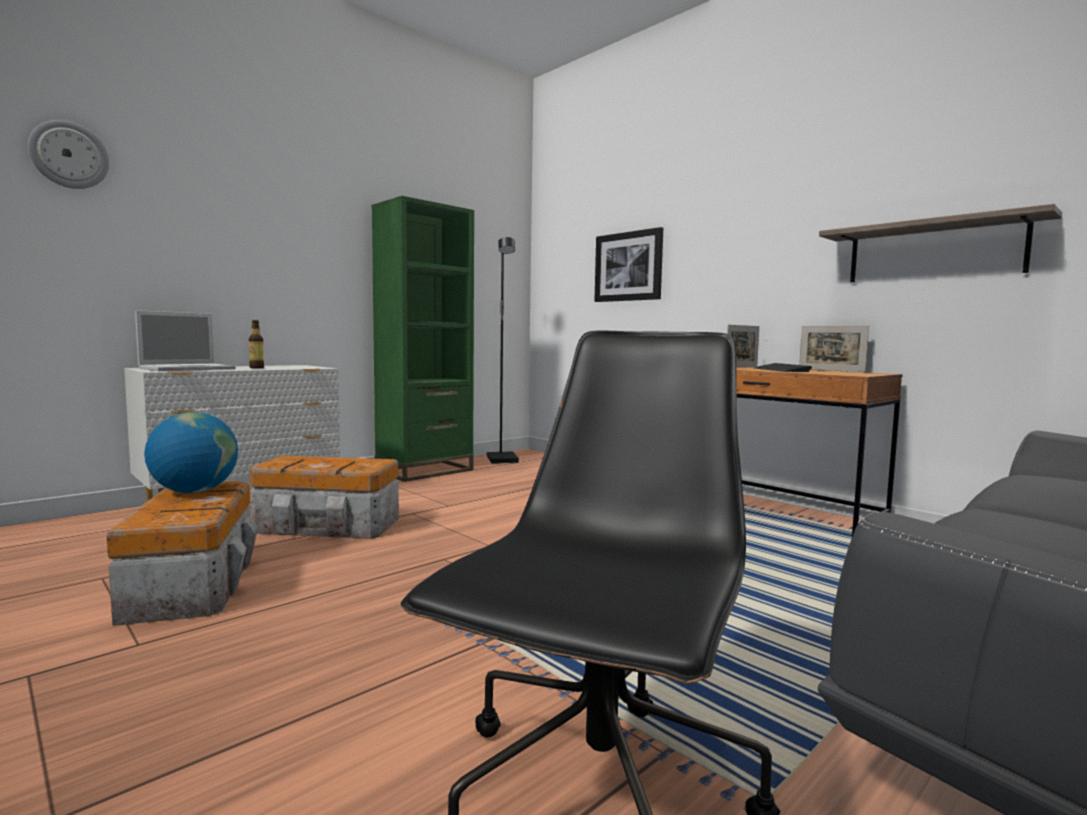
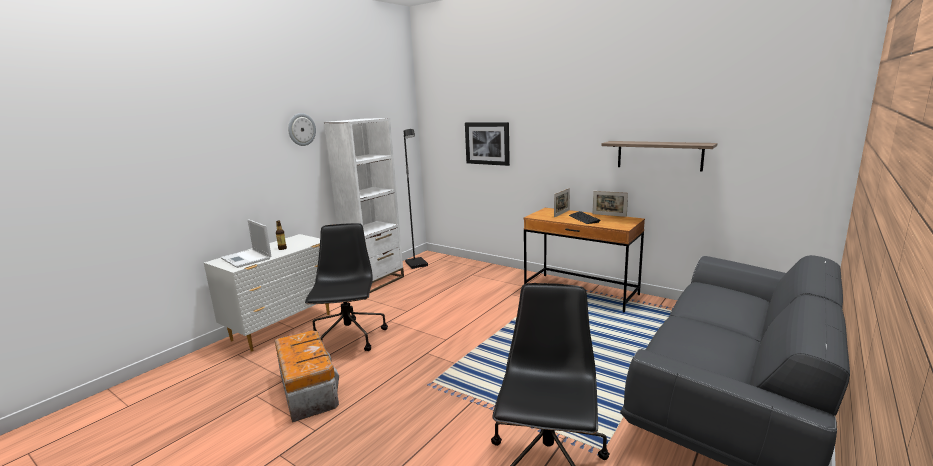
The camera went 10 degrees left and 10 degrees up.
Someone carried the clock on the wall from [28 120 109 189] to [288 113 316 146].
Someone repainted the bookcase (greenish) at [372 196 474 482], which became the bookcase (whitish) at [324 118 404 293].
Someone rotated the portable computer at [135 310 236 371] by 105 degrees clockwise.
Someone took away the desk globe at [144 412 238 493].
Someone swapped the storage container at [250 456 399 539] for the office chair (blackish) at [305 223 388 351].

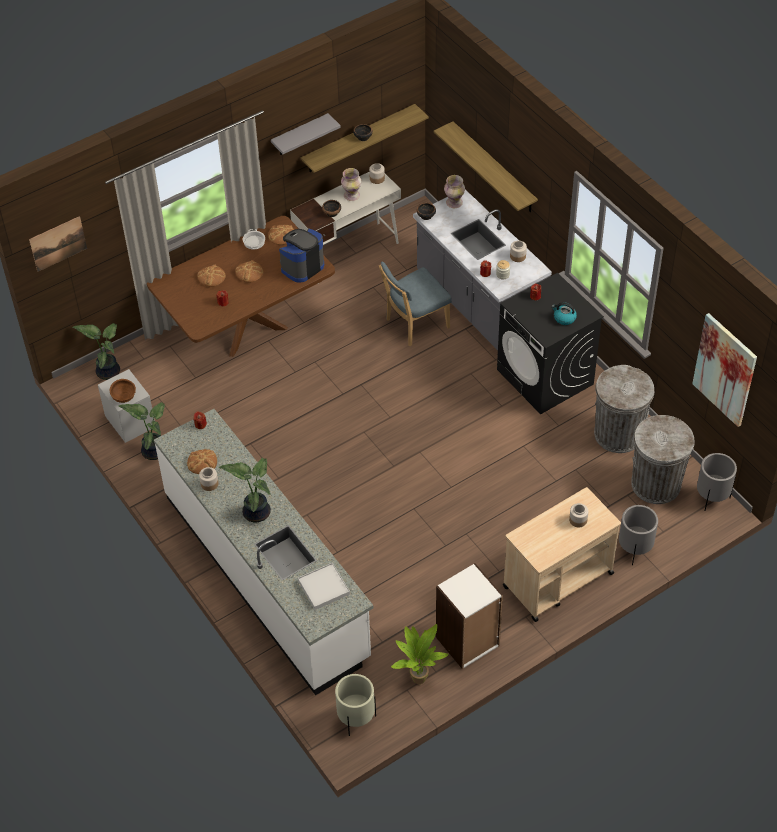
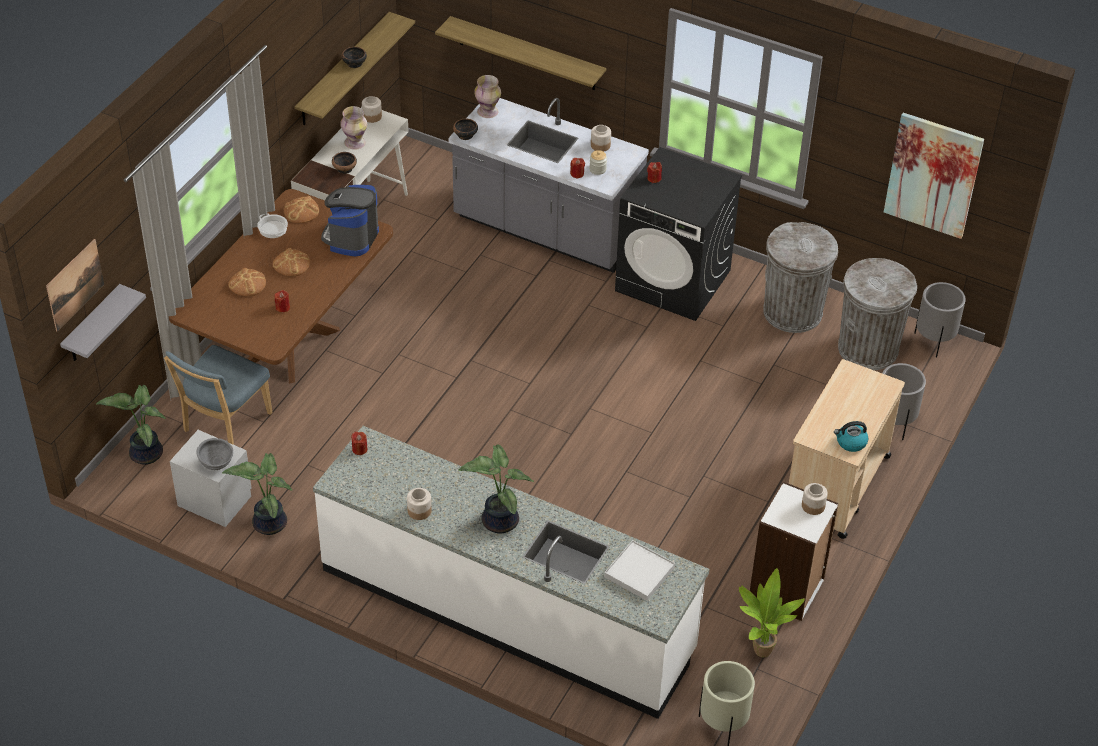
The camera went 30 degrees left and 5 degrees down.
Someone carried the shelf (gray) from [271 113 341 155] to [60 284 146 361].
Someone carried the upright chair (blue-coloured) from [379 262 452 346] to [164 345 272 445].
Someone carried the tea kettle from [551 302 577 325] to [834 421 868 452].
Someone repainted the bowl (brownish) at [109 379 136 403], which became the bowl (gray) at [197 438 233 470].
Someone took away the baked bread at [187 449 217 474].
Someone carried the storage jar from [569 503 588 527] to [802 483 828 515].

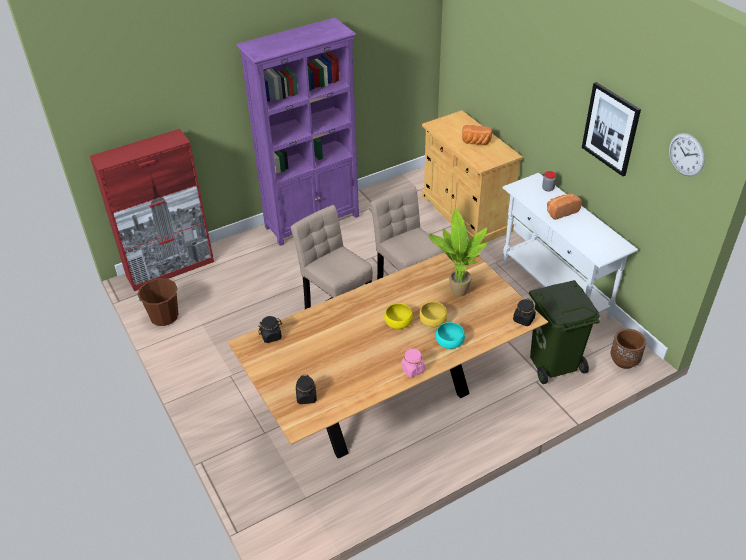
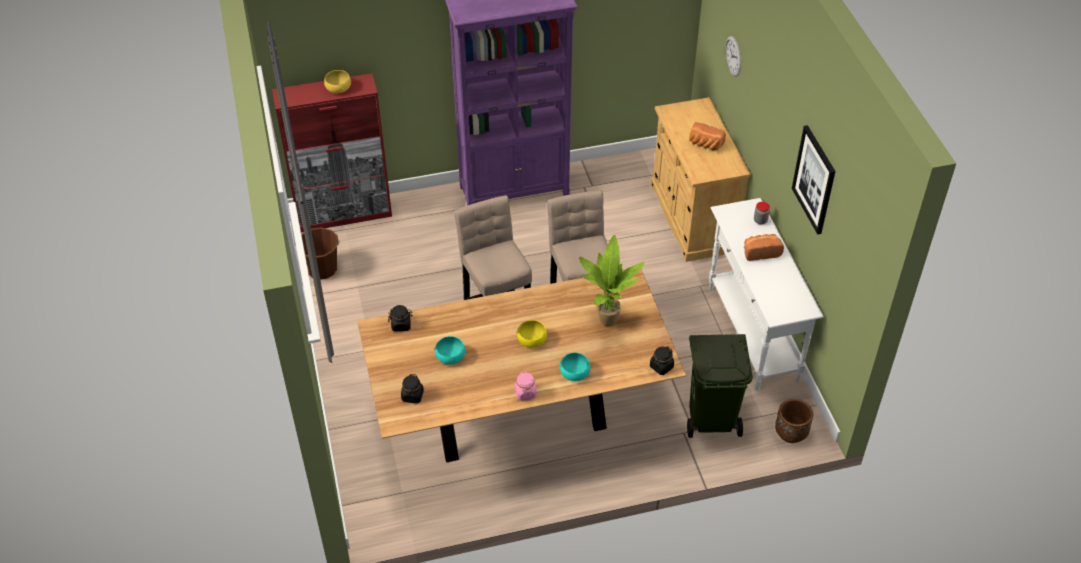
The camera went 15 degrees right and 5 degrees up.
Someone carried the clock on the wall from [669 133 705 176] to [725 36 741 77].
Someone carried the bowl (yellowish) from [419 302 448 327] to [324 70 351 93].
Someone put down the bowl (blue-green) at [435 336 465 364].

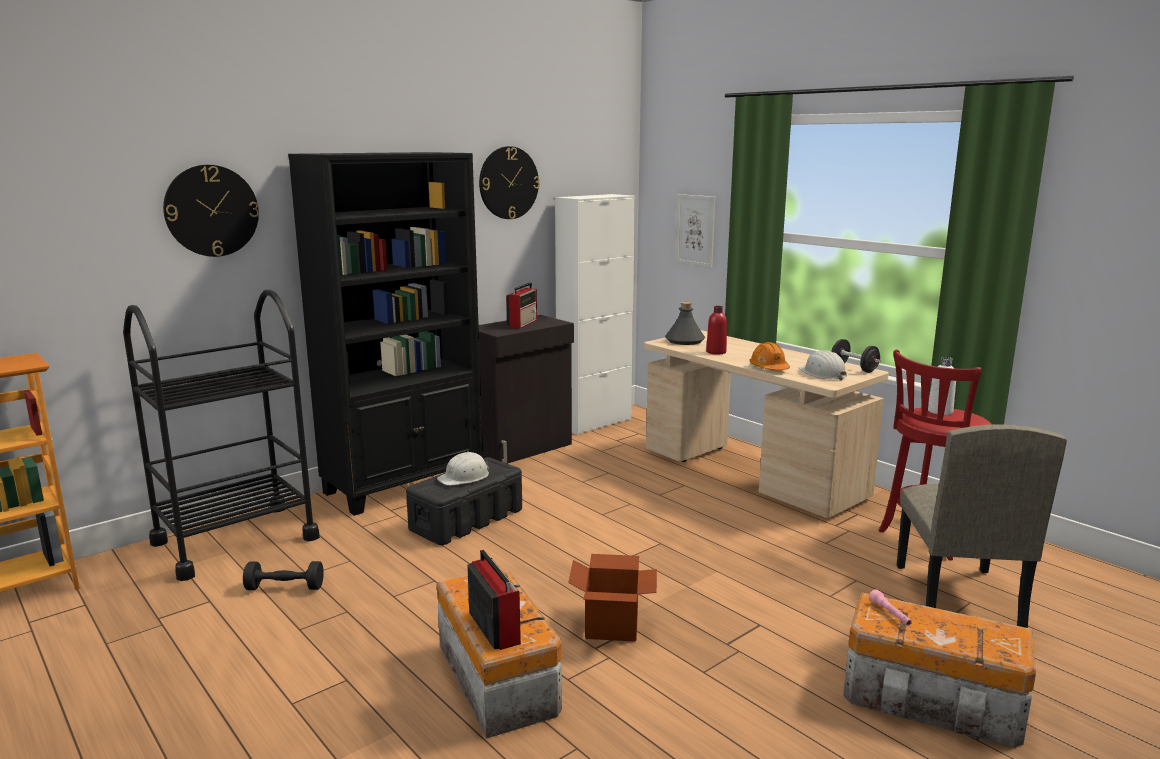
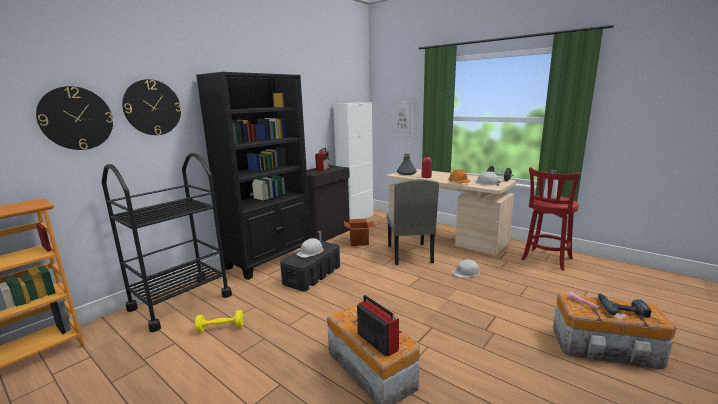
The camera went 10 degrees left and 0 degrees up.
Someone carried the clock on the wall from [479 146 540 219] to [36 86 113 150].
Someone carried the upright chair (beige) from [897 424 1067 628] to [387 179 439 265].
Someone carried the packing box from [568 554 657 642] to [344 219 375 246].
Someone repainted the free weight (blackish) at [243 561 324 590], which became the free weight (yellowish) at [195 310 243 333].
Someone put down the hard hat (whitish) at [452 259 480 277].
Someone put down the electric drill at [598 293 652 318].

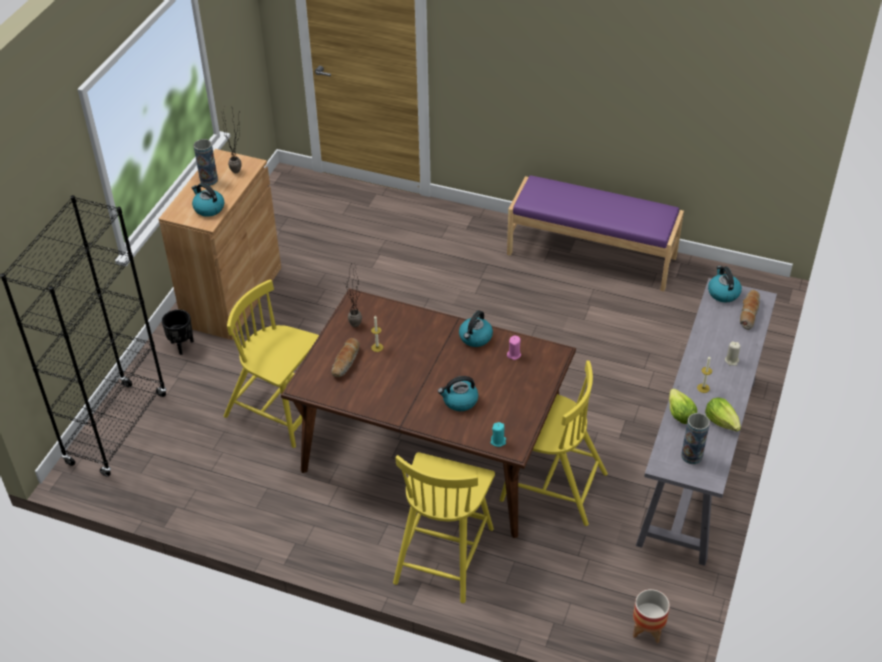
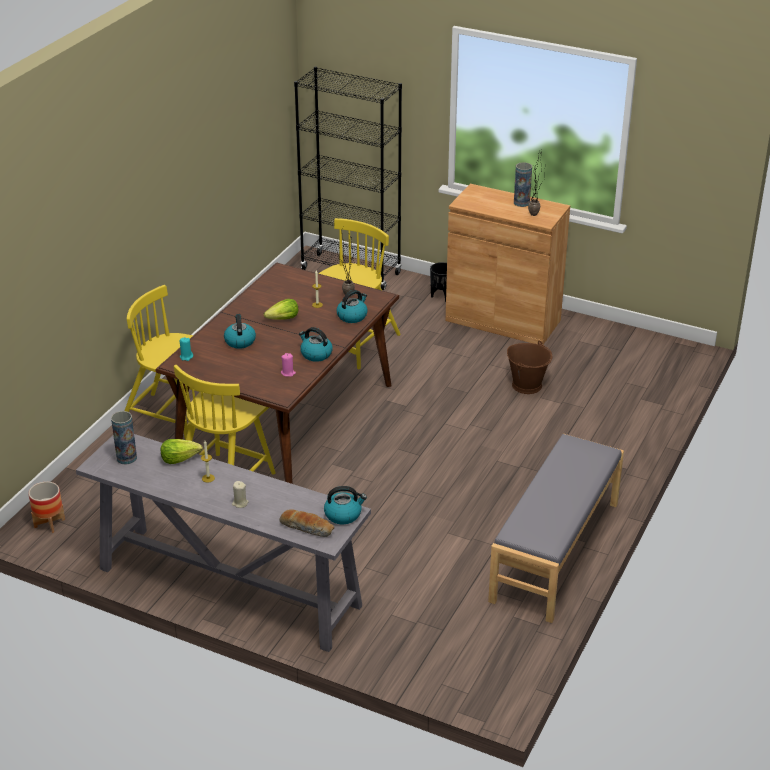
The camera went 95 degrees right and 10 degrees down.
Someone repainted the indoor bench (purple-coloured) at [507 175 684 291], which became the indoor bench (gray) at [488 434 624 623].
Someone carried the tea kettle from [192 183 224 217] to [336 290 368 323].
Someone took away the baked bread at [332 338 360 377].
Someone carried the head of lettuce from [705 398 741 432] to [264 299 298 320].
Someone put down the water bucket (brownish) at [507 341 552 394].

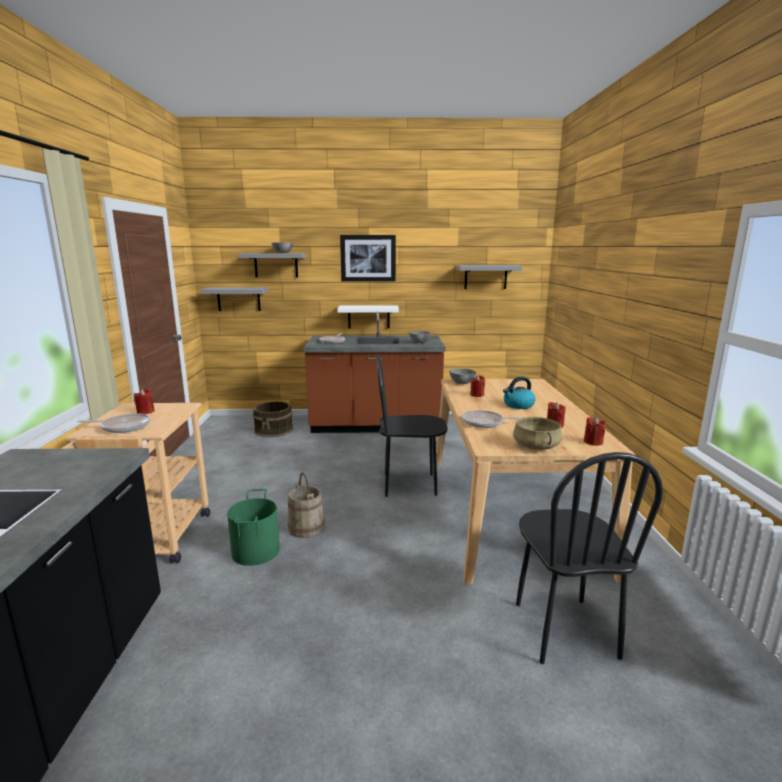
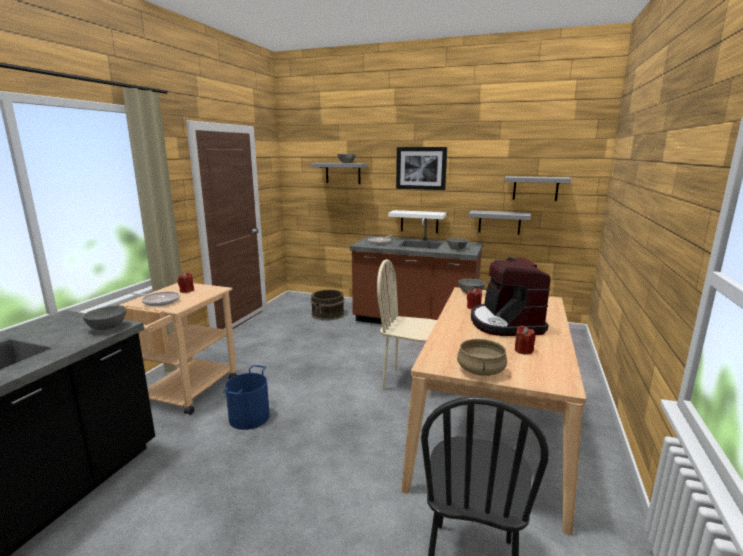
The camera went 20 degrees right and 0 degrees up.
Someone carried the shelf (gray) from [200 288 268 311] to [469 210 531 235].
Someone repainted the upright chair (blackish) at [377 355 448 497], which became the upright chair (beige) at [377 259 437 398].
Someone swapped the tea kettle at [503 377 536 409] for the coffee maker at [471 257 551 336].
Someone took away the skillet at [462 410 521 428].
Someone took away the wax candle (red) at [584 417 606 446].
Someone took away the water bucket (beige) at [288 472 325 538].
Someone repainted the water bucket (greenish) at [227 489 280 566], which became the water bucket (blue-coloured) at [223 365 270 430].
Someone put down the bowl (gray) at [82 306 126 330].

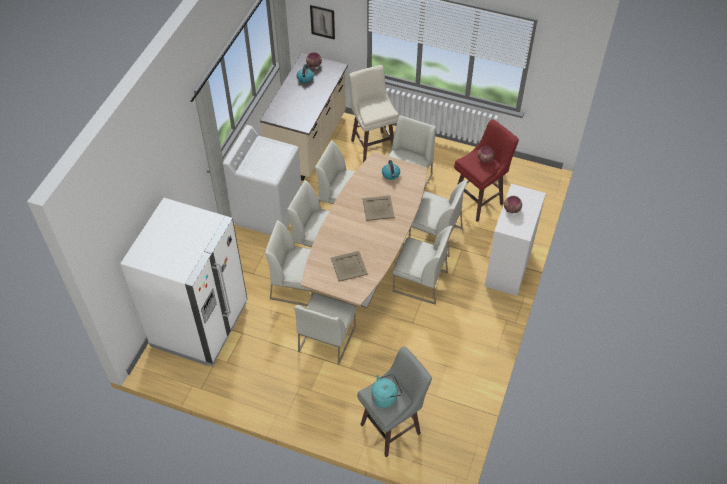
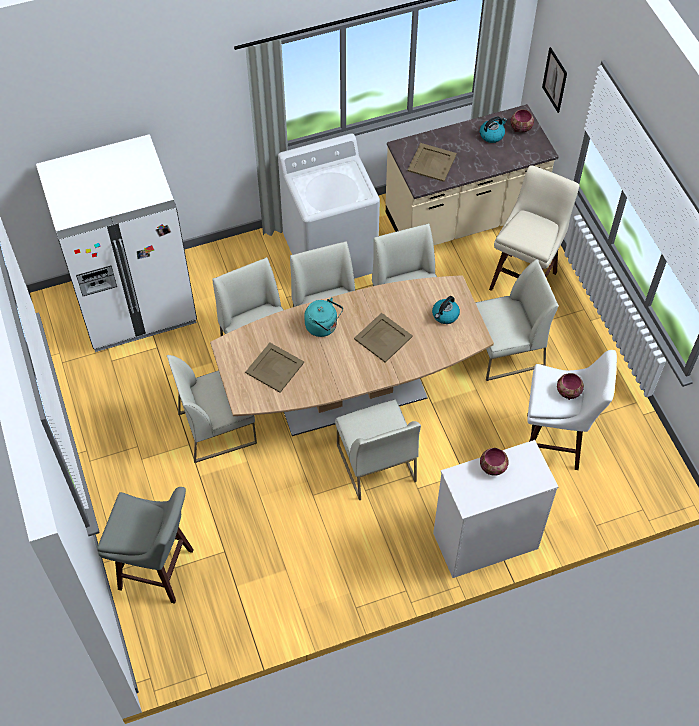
The camera went 50 degrees right and 5 degrees up.
Someone repainted the stool seat (red) at [454 119 519 222], which became the stool seat (whitish) at [527 350 617 470].
Someone took away the upright chair (whitish) at [409 180 468 257].
Someone carried the tea kettle (blue-green) from [371 374 402 408] to [304 297 343 337].
Someone put down the tray (beige) at [408 143 457 182].

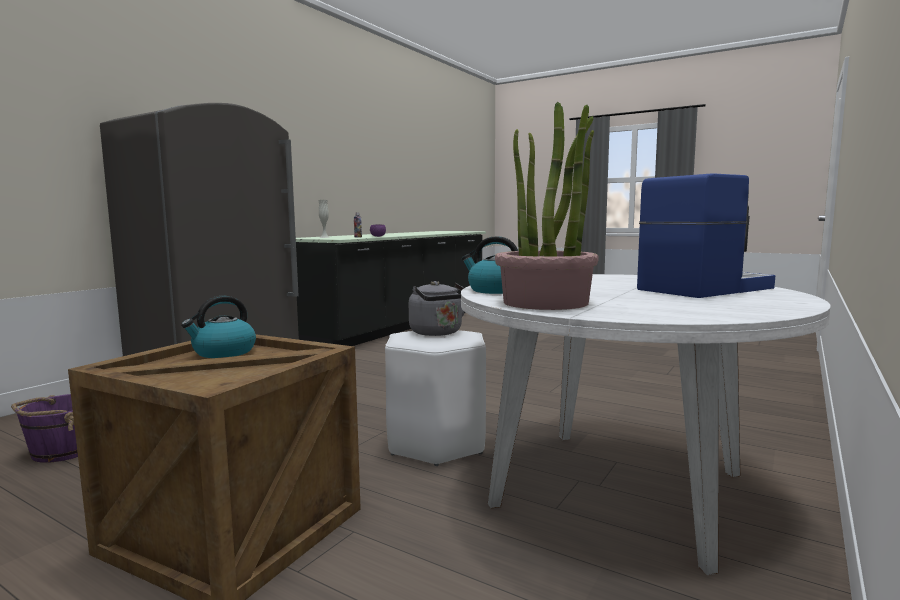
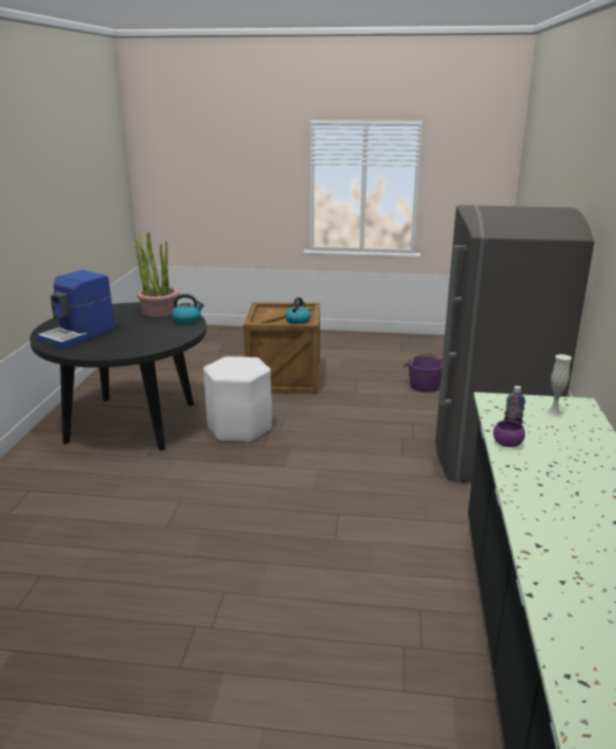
The camera went 155 degrees right and 15 degrees up.
Someone repainted the kitchen table (whitish) at [461 274 831 575], which became the kitchen table (blackish) at [30 302 206 451].
Someone took away the tea kettle (gray) at [409 281 465 336].

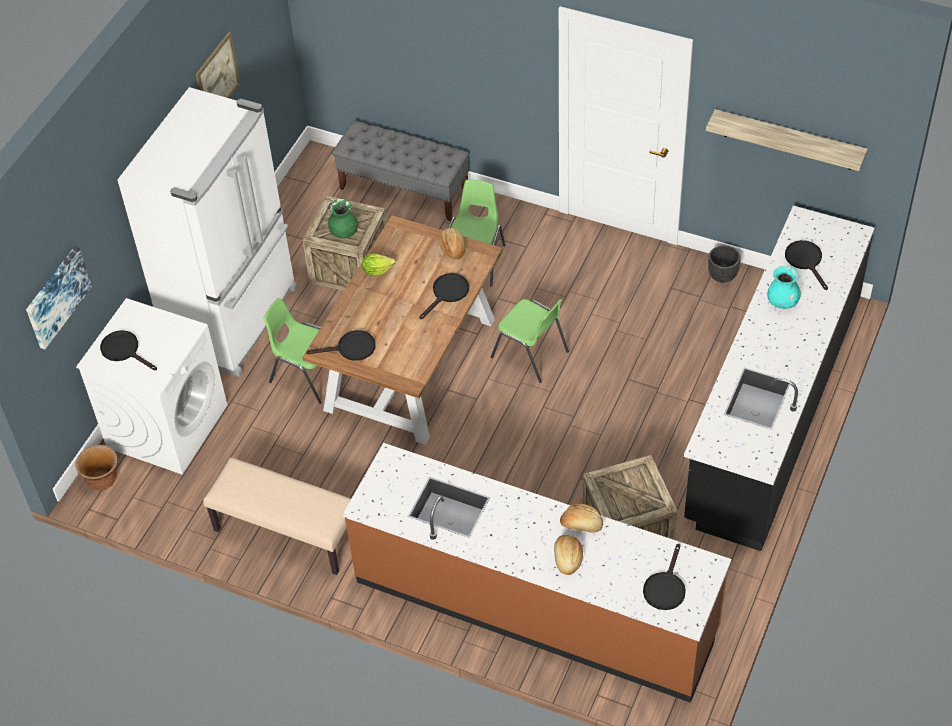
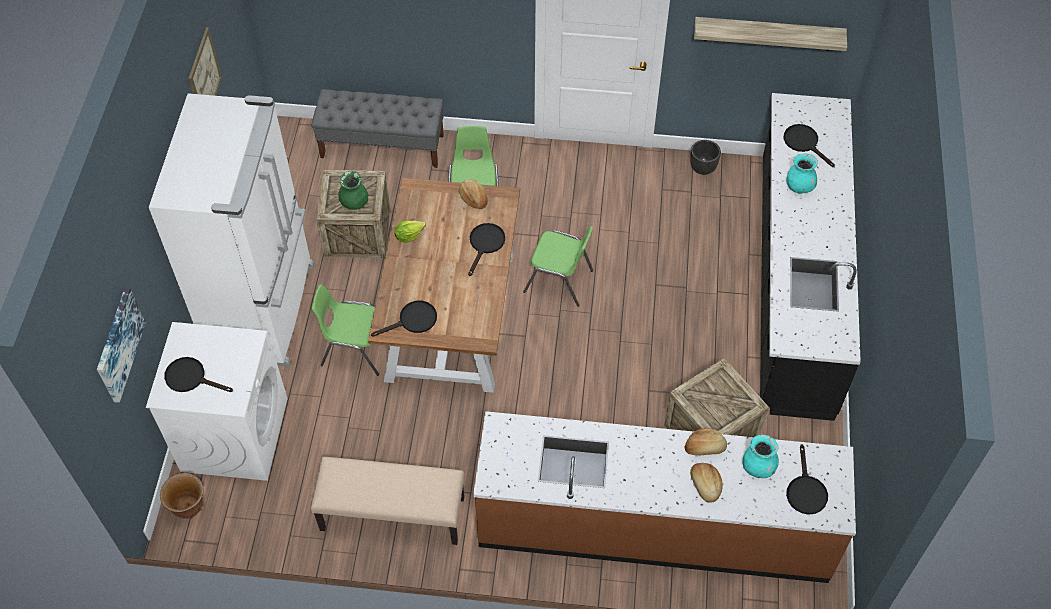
The camera went 20 degrees left and 5 degrees up.
Someone put down the decorative vase (blue-green) at [742 435 779 478].

